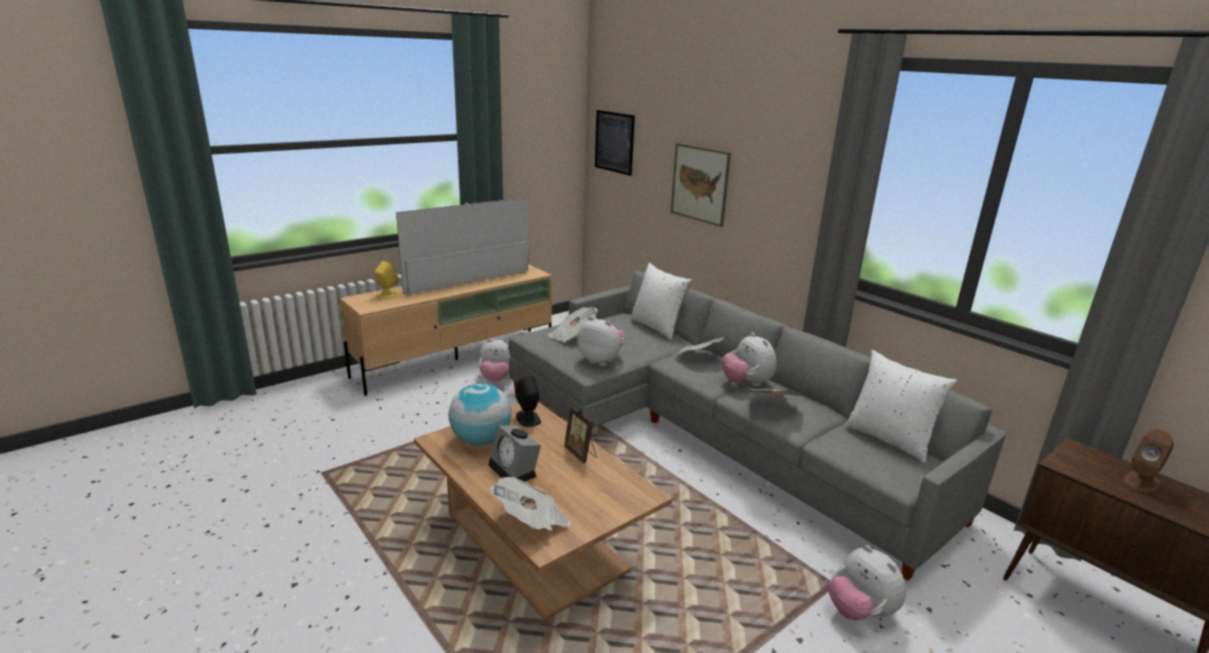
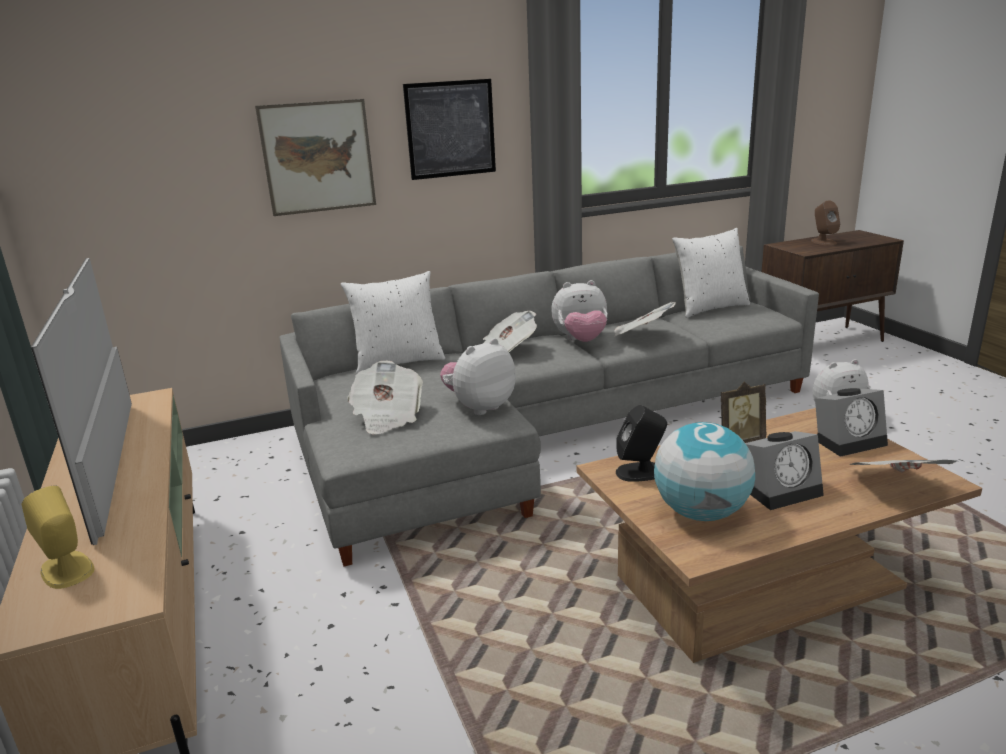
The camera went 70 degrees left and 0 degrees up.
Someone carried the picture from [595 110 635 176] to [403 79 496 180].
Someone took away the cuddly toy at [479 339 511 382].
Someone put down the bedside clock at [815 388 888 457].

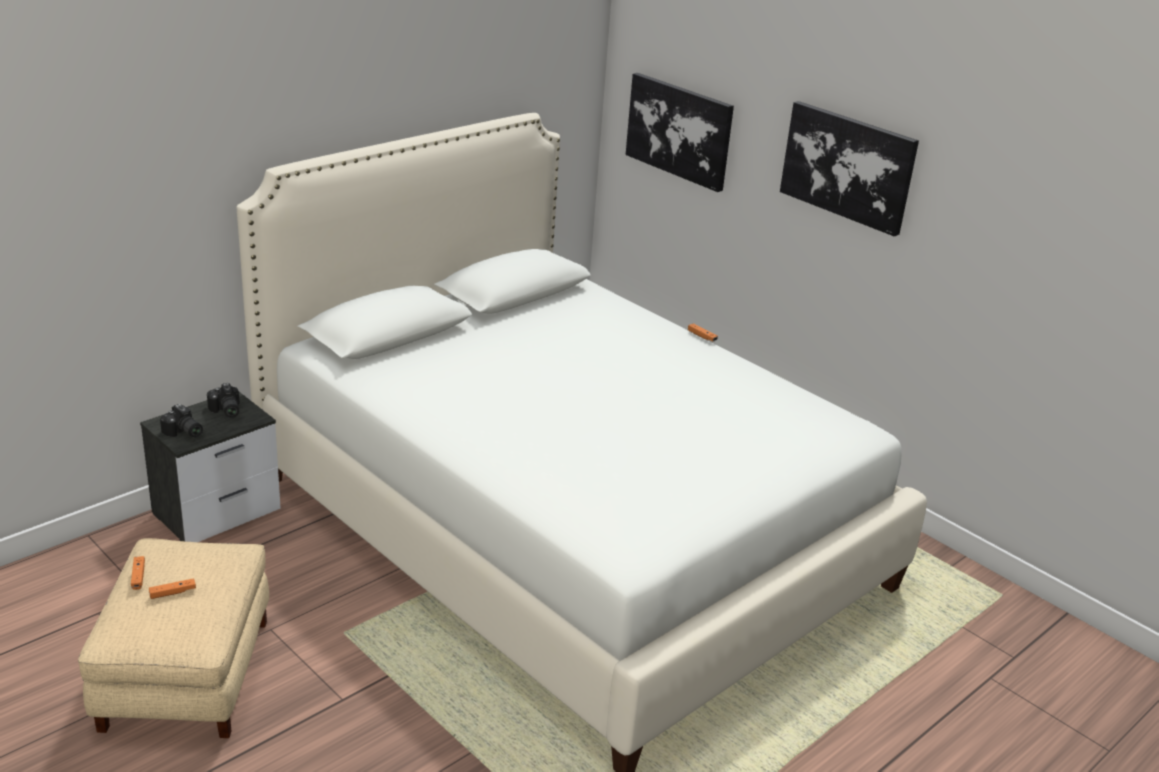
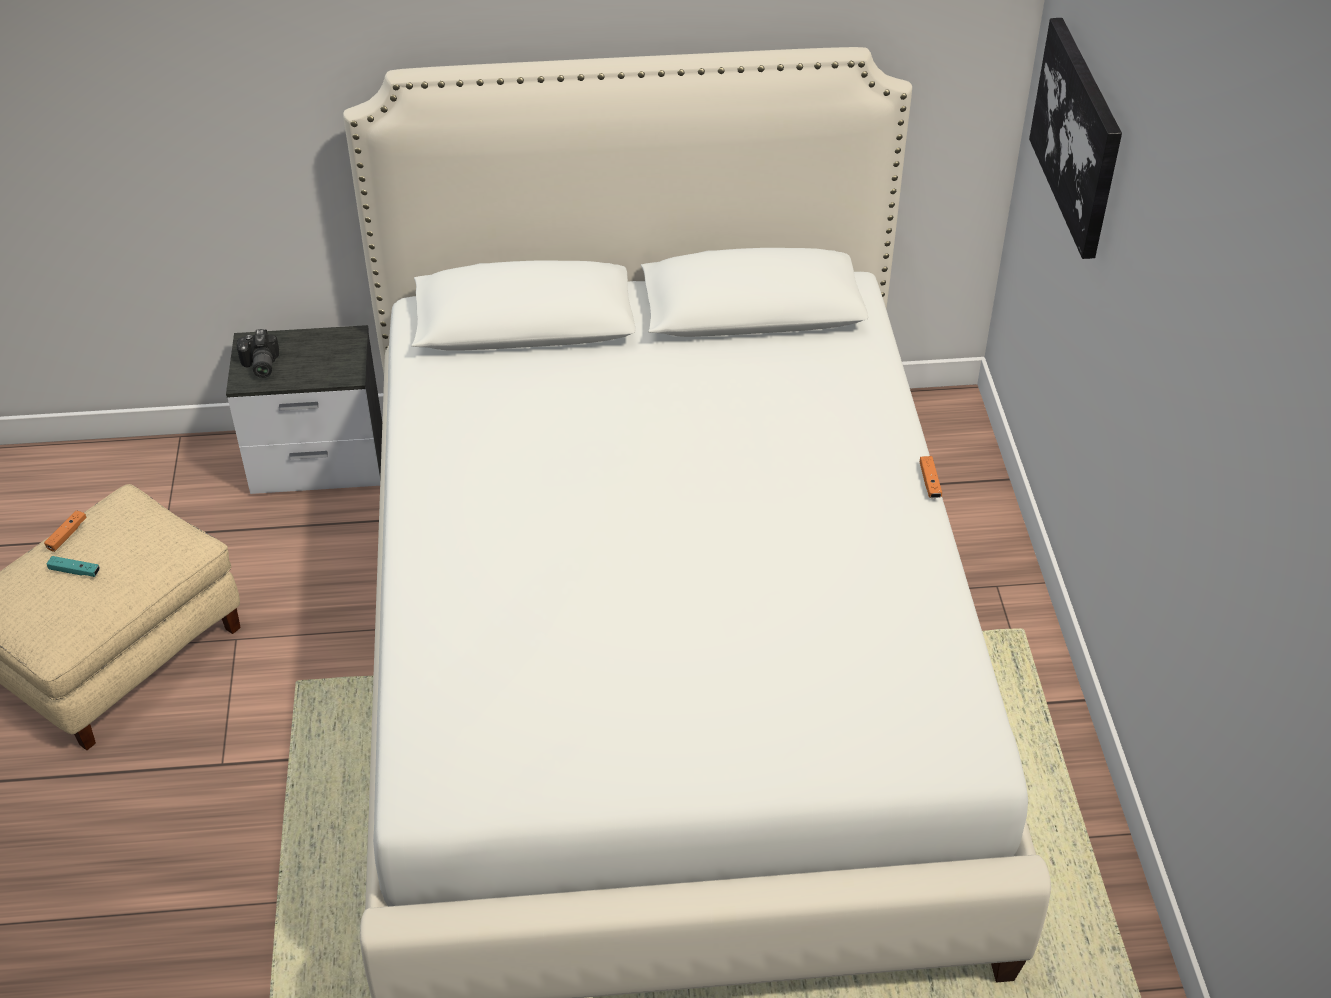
The camera went 40 degrees right and 15 degrees up.
Someone took away the picture at [780 101 919 236].
Someone took away the photo camera at [207 383 240 418].
Someone repainted the gamepad (orange) at [149 578 196 599], which became the gamepad (blue-green) at [47 556 100 577].

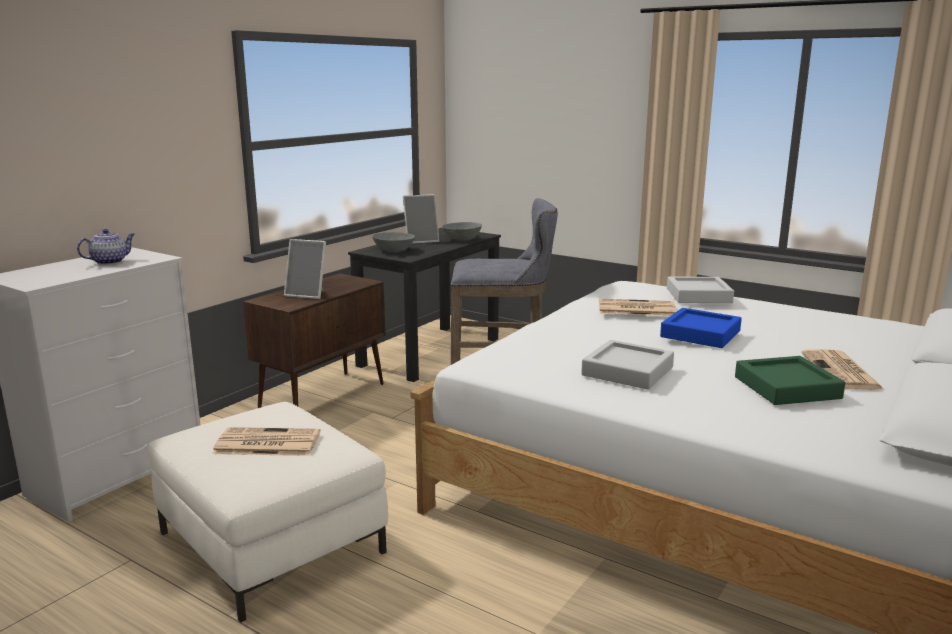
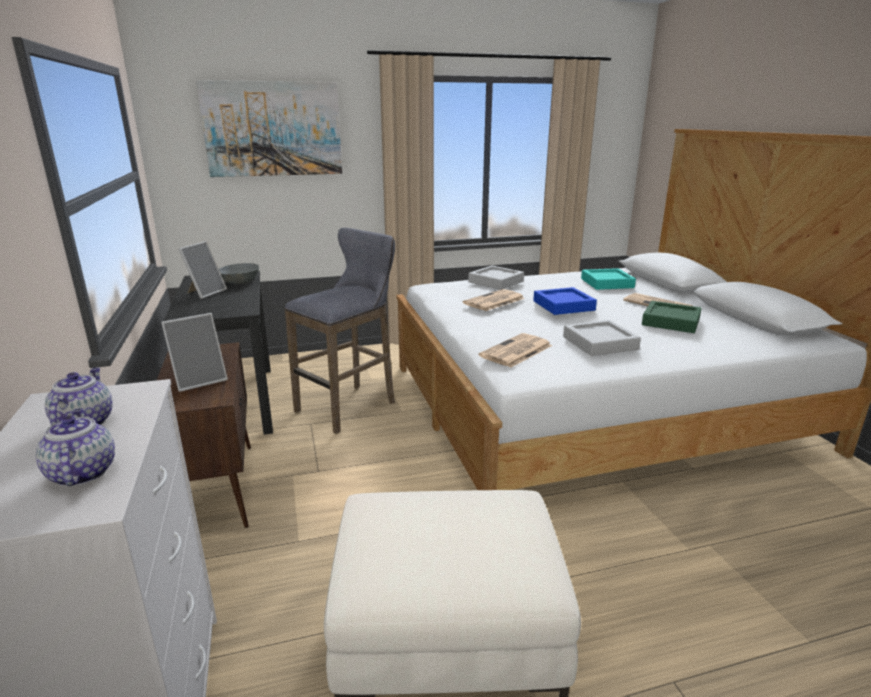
The camera went 50 degrees left and 5 degrees up.
Someone took away the bowl (gray) at [372 232 415 252].
Someone carried the newspaper from [212 427 321 456] to [479 333 552 367].
Someone put up the picture at [196 80 342 177].
Someone put down the tray (blue-green) at [581 268 636 290].
Someone put down the teapot at [35 408 115 486].

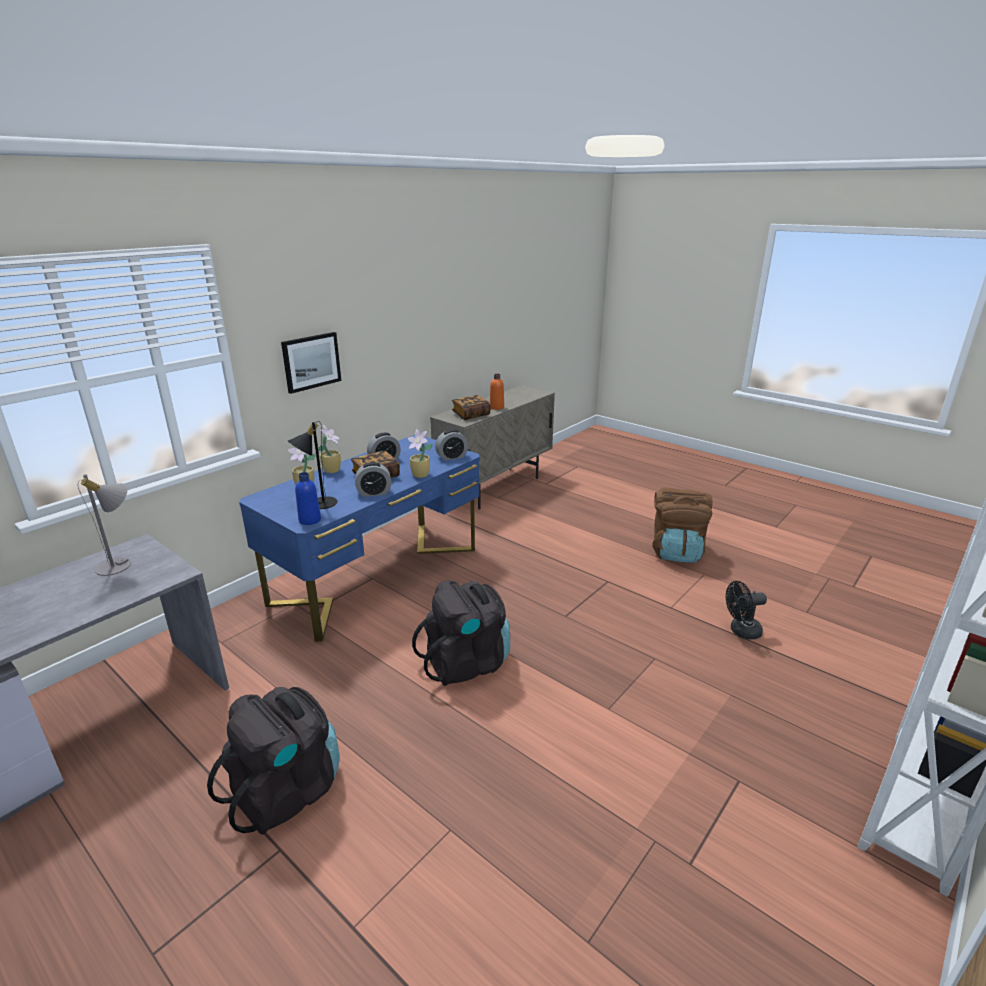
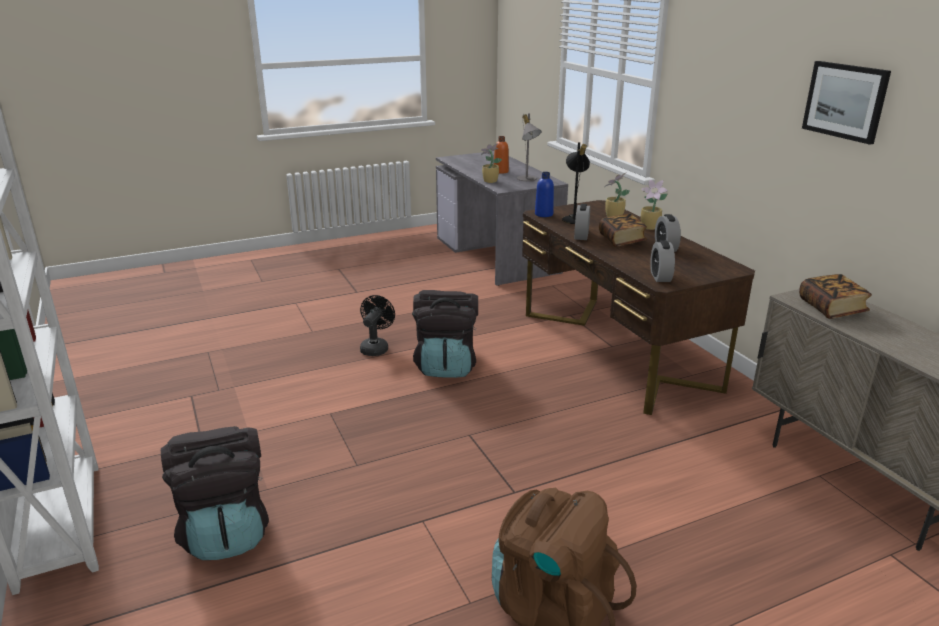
The camera went 115 degrees right and 0 degrees up.
Someone carried the picture from [281 332 341 394] to [802 61 891 145].
Someone carried the drink bottle (orange) from [490 374 504 410] to [494 136 509 174].
Someone carried the houseplant from [408 429 433 478] to [481 143 502 183].
Someone repainted the desk table (blue-coloured) at [239 435 480 642], which became the desk table (brownish) at [522 200 755 415].
Someone carried the fan (blackish) from [726 581 767 639] to [360 295 395 356].
Someone carried the backpack (blackish) from [207 687 340 835] to [161 426 269 560].

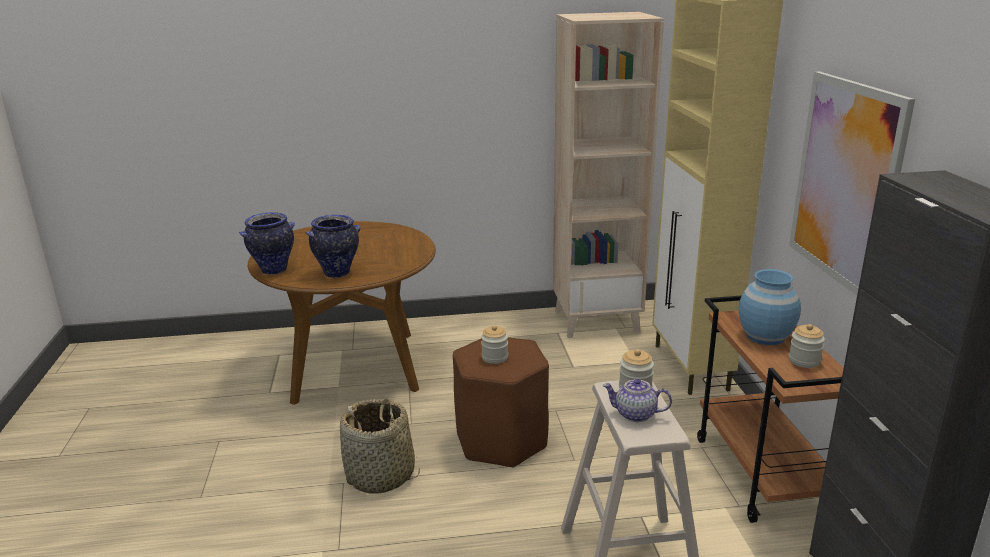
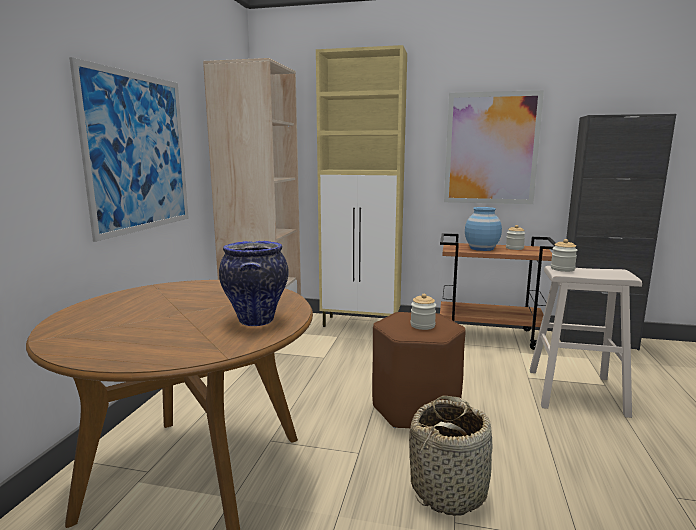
The camera went 70 degrees left and 10 degrees down.
Someone took away the decorative vase at [239 212 295 275].
Someone took away the teapot at [603 379 672 422].
Someone put up the picture at [69 57 189 242].

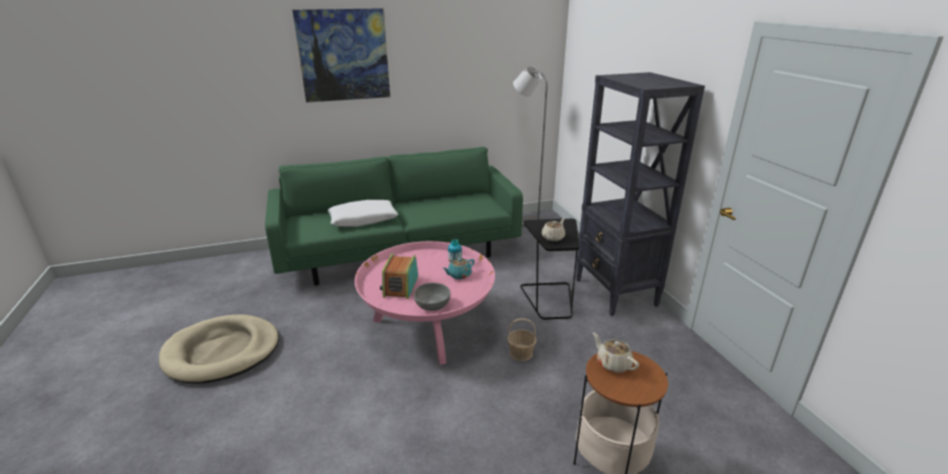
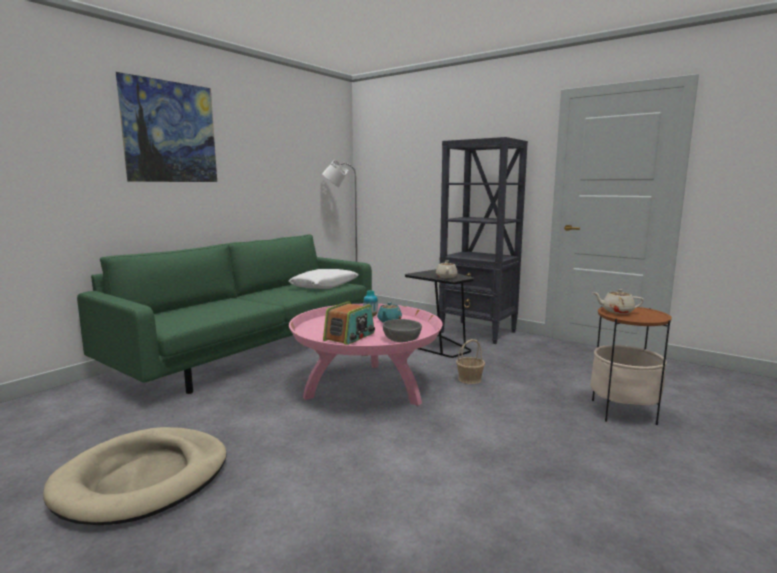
The camera went 35 degrees left and 15 degrees down.
Someone carried the throw pillow (whitish) from [328 200 398 227] to [288 269 359 289].
Someone rotated the radio receiver at [380 254 418 299] by 120 degrees counterclockwise.

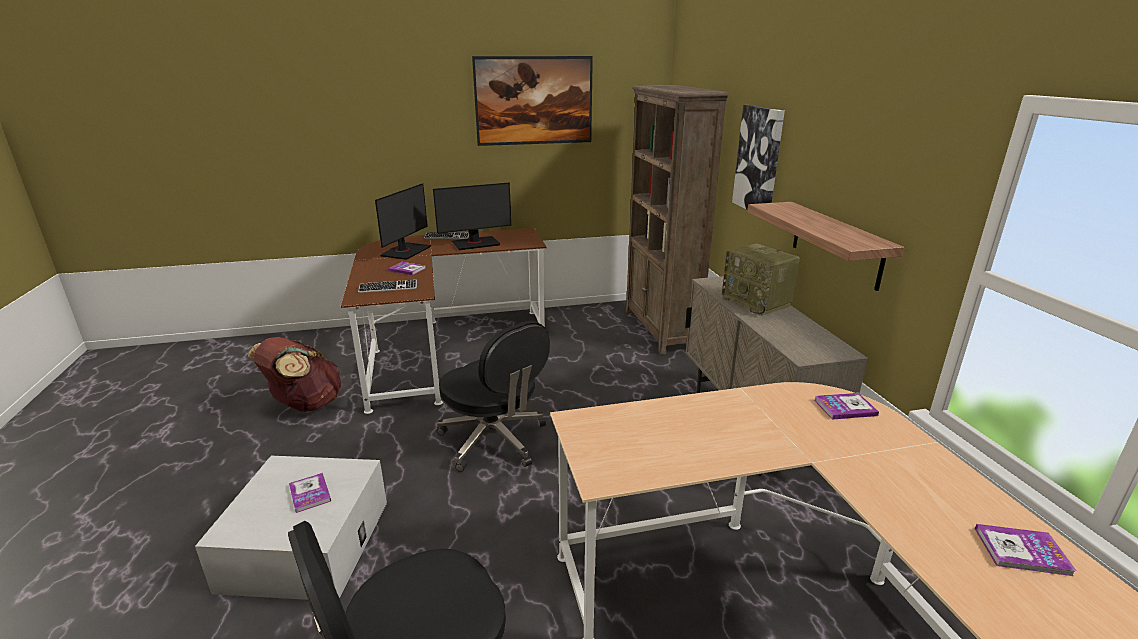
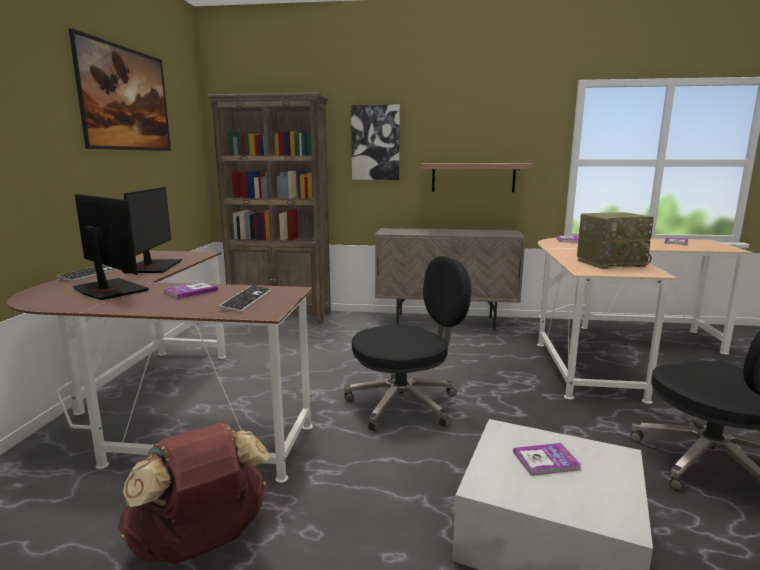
The camera went 70 degrees left and 10 degrees down.
Someone carried the radio receiver from [722 244 800 316] to [577 212 654 269].

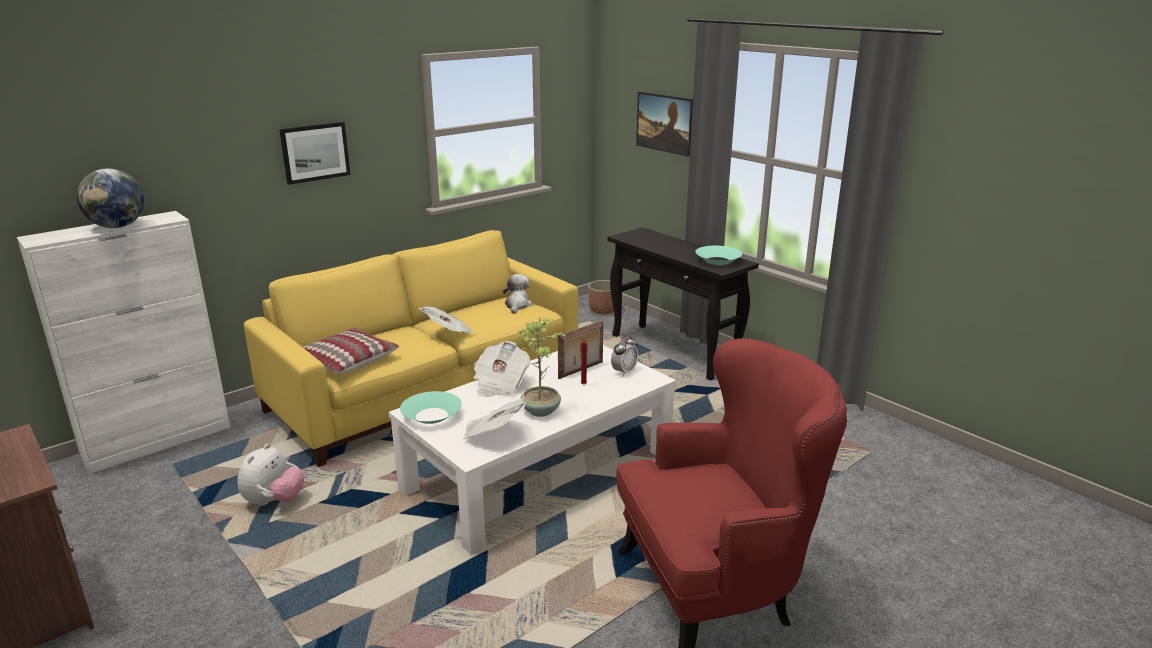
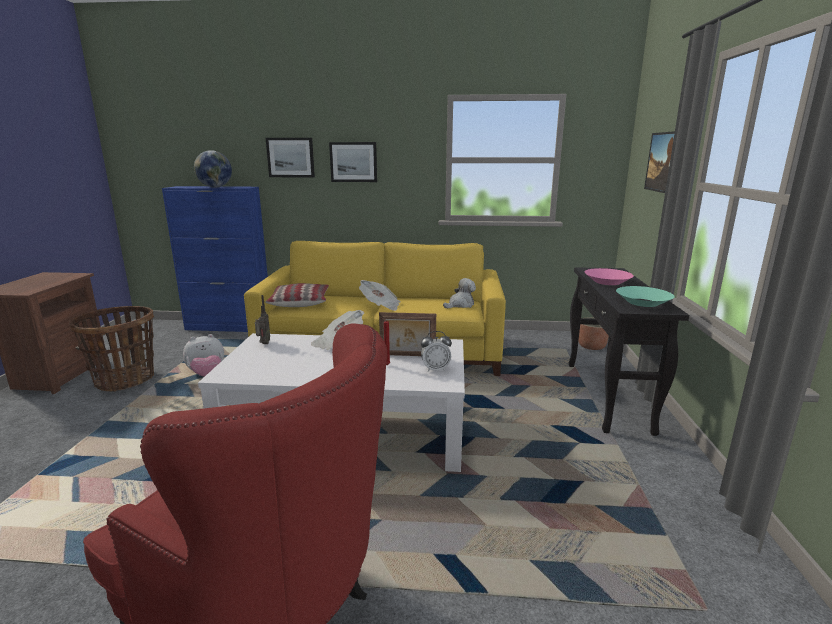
The camera went 45 degrees right and 5 degrees down.
Someone repainted the storage cabinet (whitish) at [17 211 230 474], which became the storage cabinet (blue-coloured) at [162 186 268 332].
Someone took away the houseplant at [519 318 567 417].
Someone swapped the bowl (blue-green) at [400 391 462 424] for the radio receiver at [255 295 270 344].
Someone took away the newspaper at [463 398 526 439].
Someone put up the picture at [266 138 315 178].
Someone put down the bowl (pink) at [584 268 634 285].
Someone put down the basket at [69 306 154 392].

